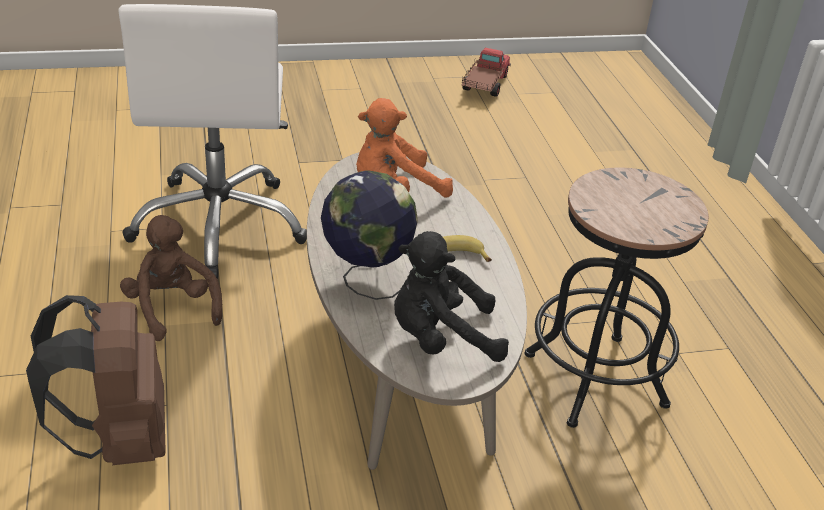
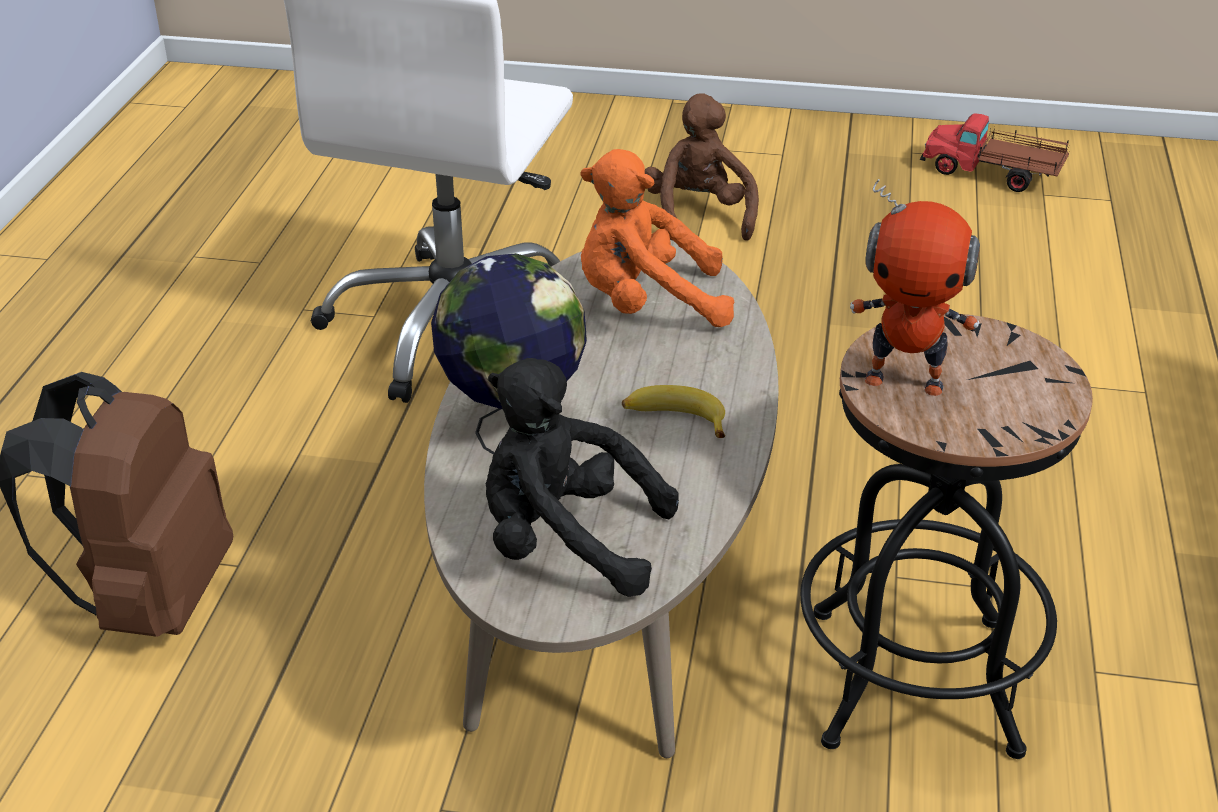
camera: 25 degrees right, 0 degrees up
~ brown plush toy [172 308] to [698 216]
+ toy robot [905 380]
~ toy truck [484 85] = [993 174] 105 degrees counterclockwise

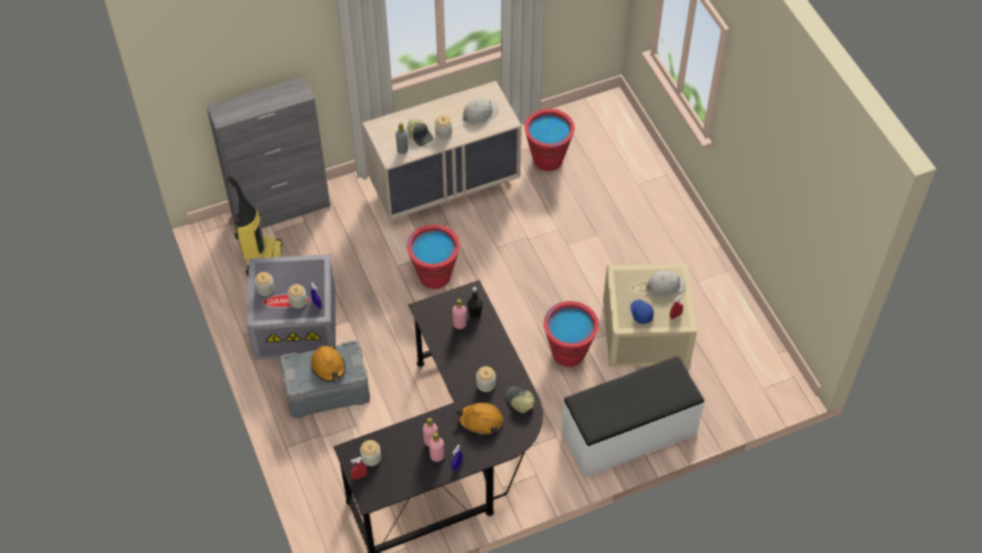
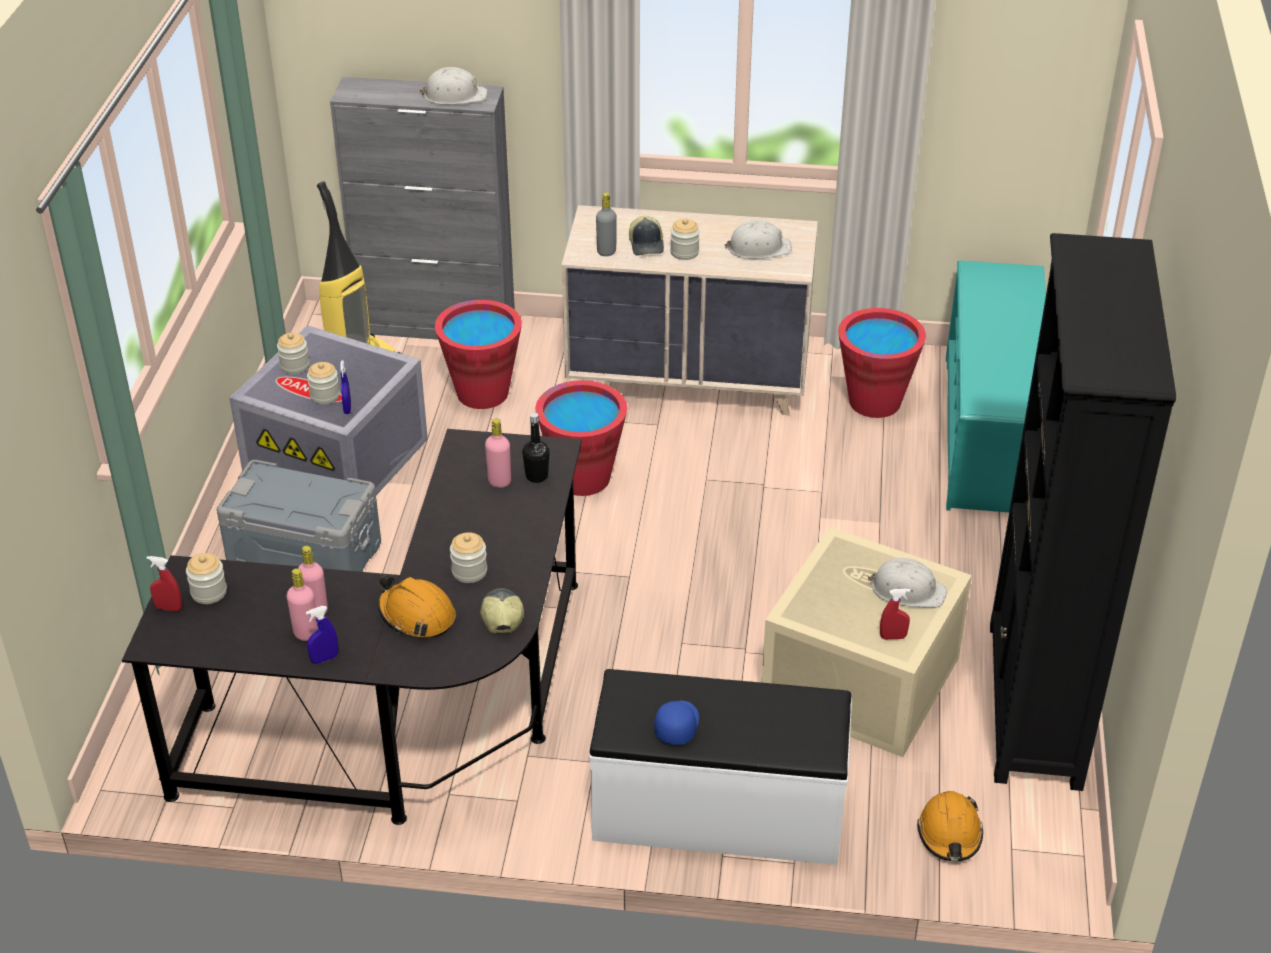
camera: 30 degrees right, 15 degrees down
+ white hard hat [454 95]
~ red bucket [568 353] to [482 393]
~ blue cap [641 313] to [676 725]
~ orange hard hat [328 366] to [950 834]
+ turquoise shoe rack [989 433]
+ black bookcase [1034 705]

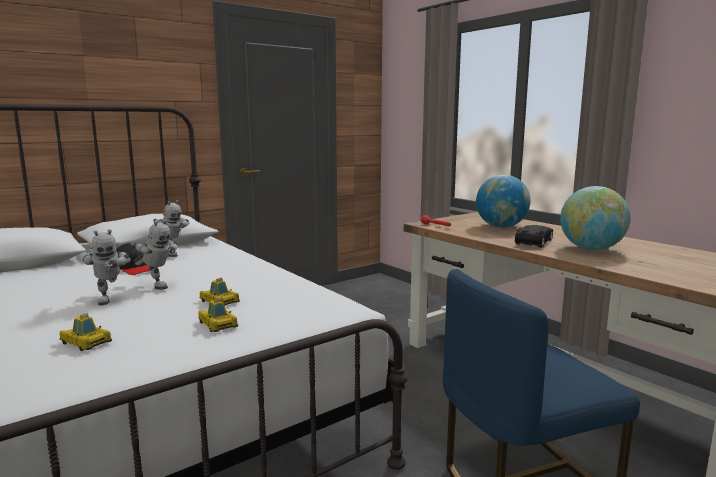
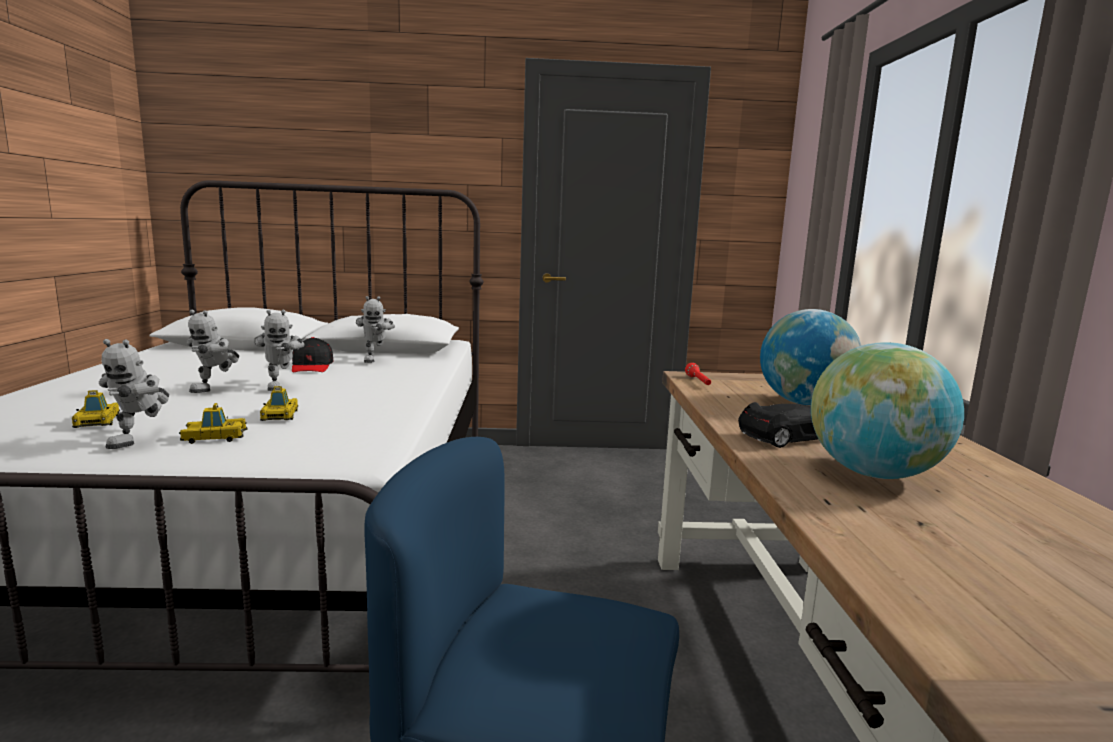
camera: 35 degrees right, 0 degrees up
+ toy robot [142 441]
~ toy car [218 324] = [214 437] 105 degrees counterclockwise

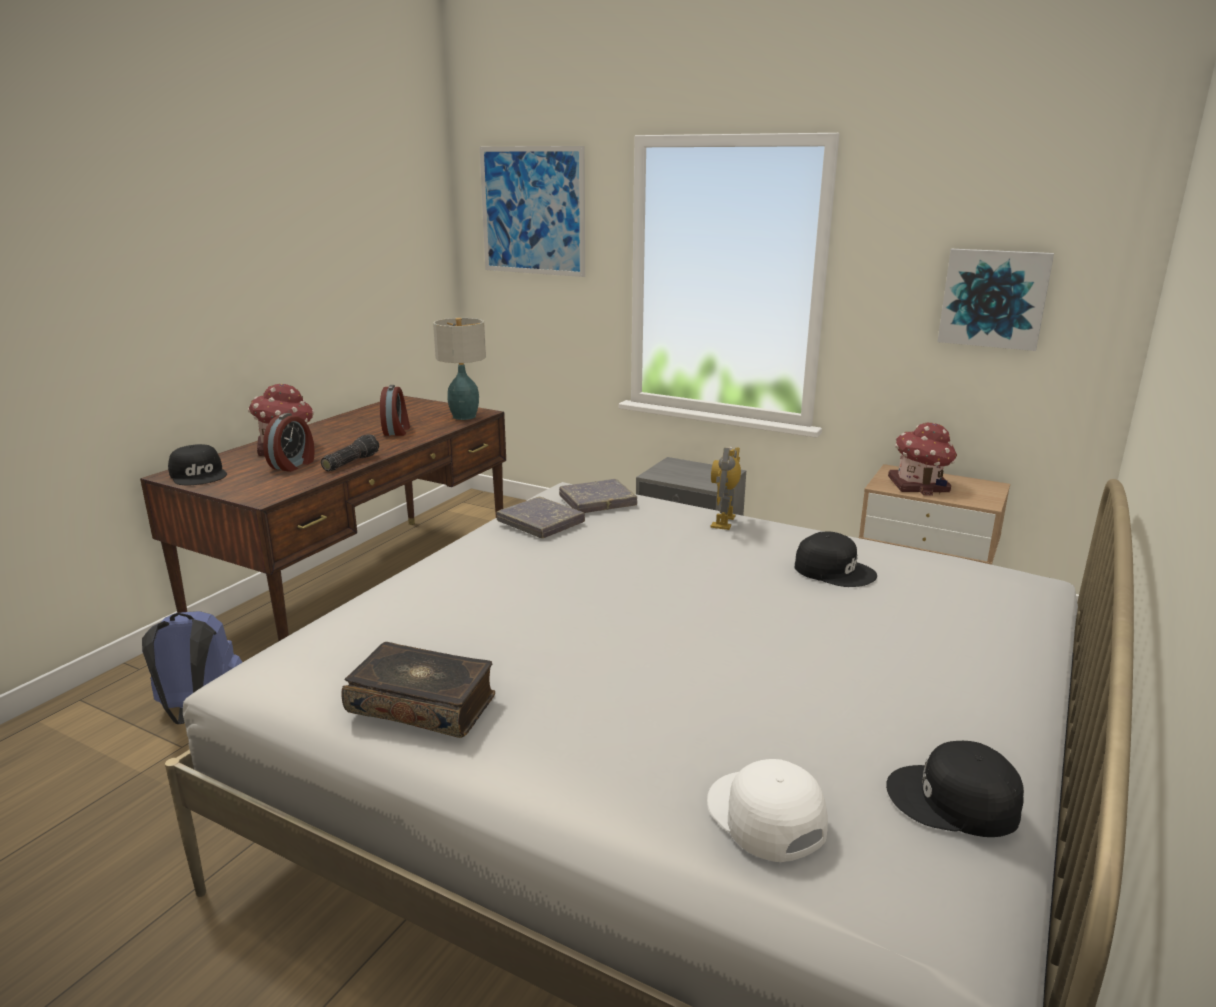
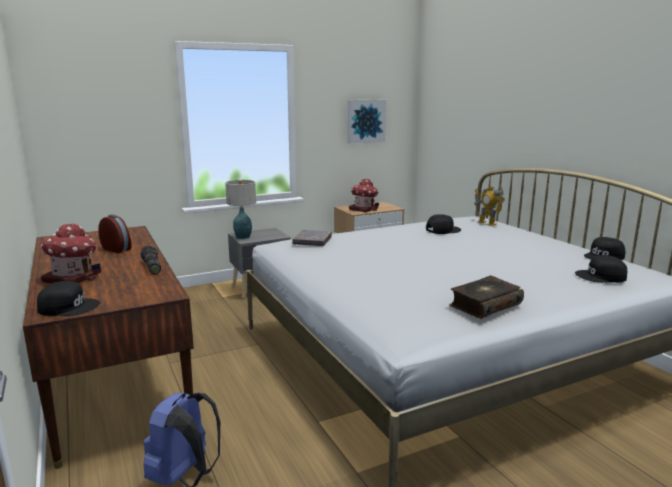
camera: 55 degrees left, 5 degrees down
~ table lamp [463 416] to [242 237]
~ toy robot [724 522] to [486 223]
~ white cap [764 817] to black cap [601 276]
- alarm clock [293 465]
- picture [532 211]
- grey book [540 523]

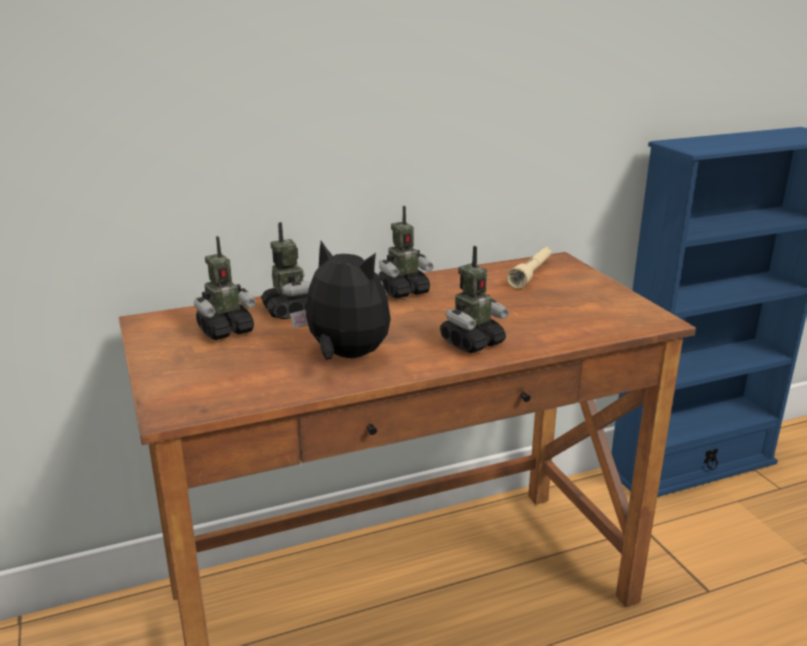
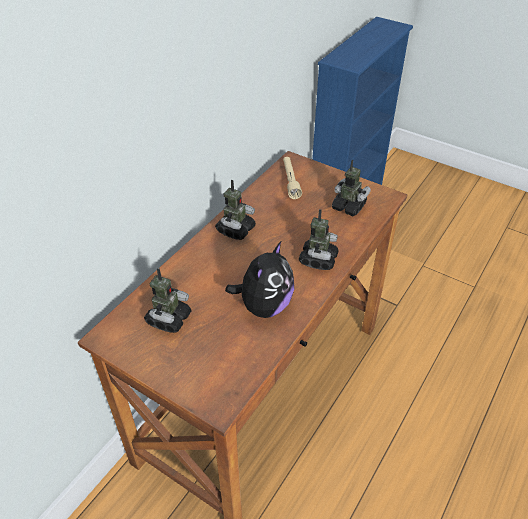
camera: 35 degrees left, 20 degrees up
~ plush toy [345 356] = [264 306] 120 degrees clockwise
~ toy robot [290 311] to [348 207]

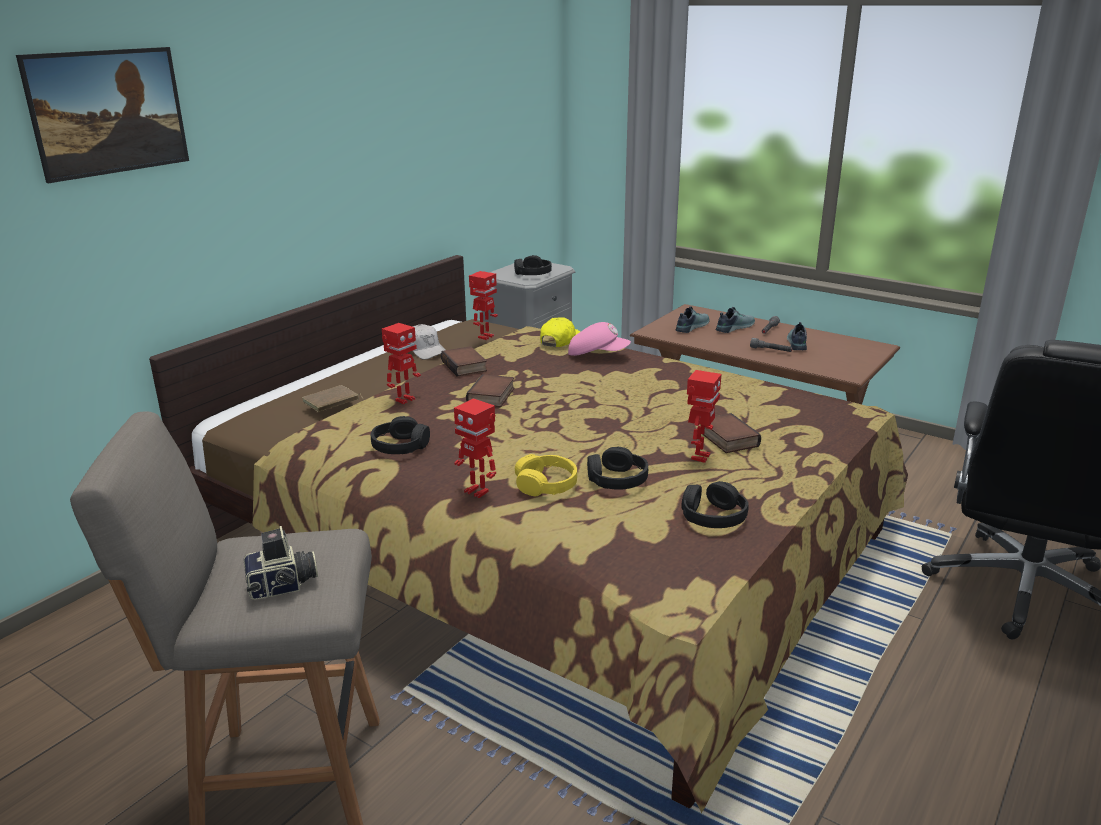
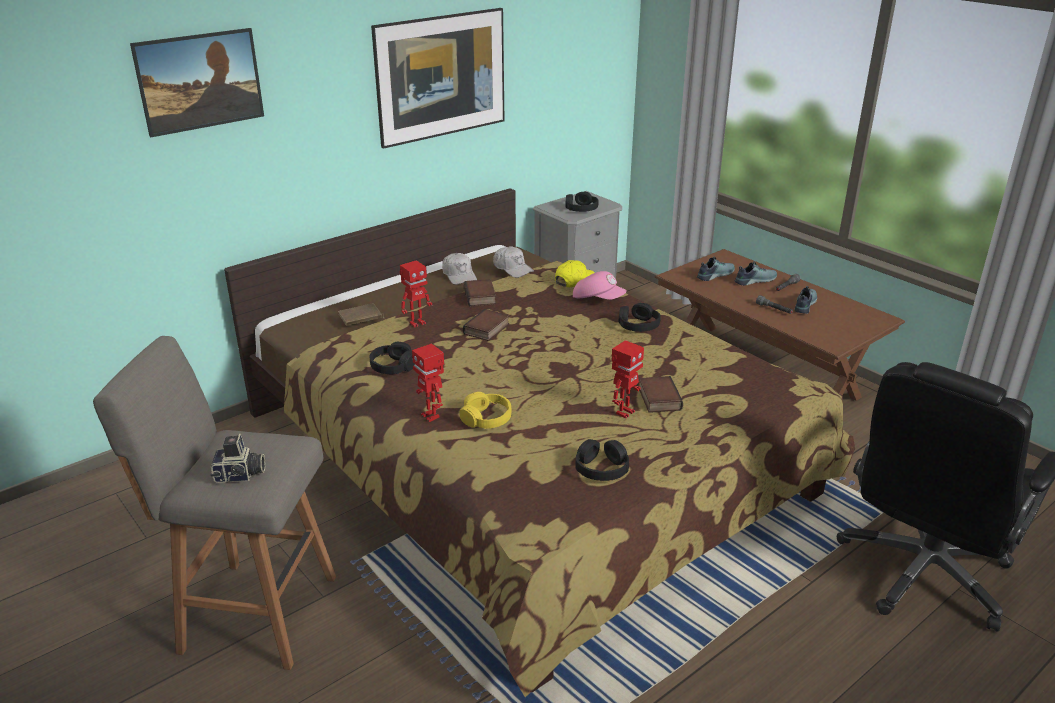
camera: 15 degrees right, 5 degrees up
+ picture [443 105]
~ toy robot [485 337] to white cap [513 268]
~ black headphones [616 480] to [638 325]

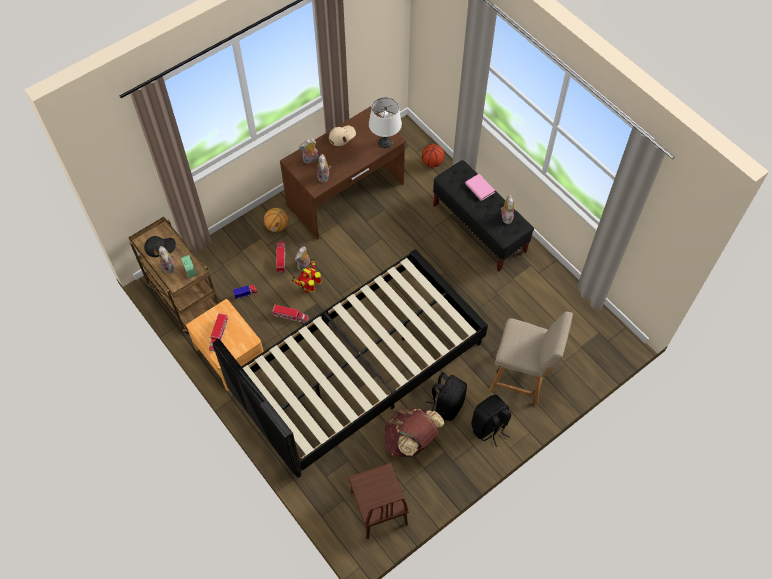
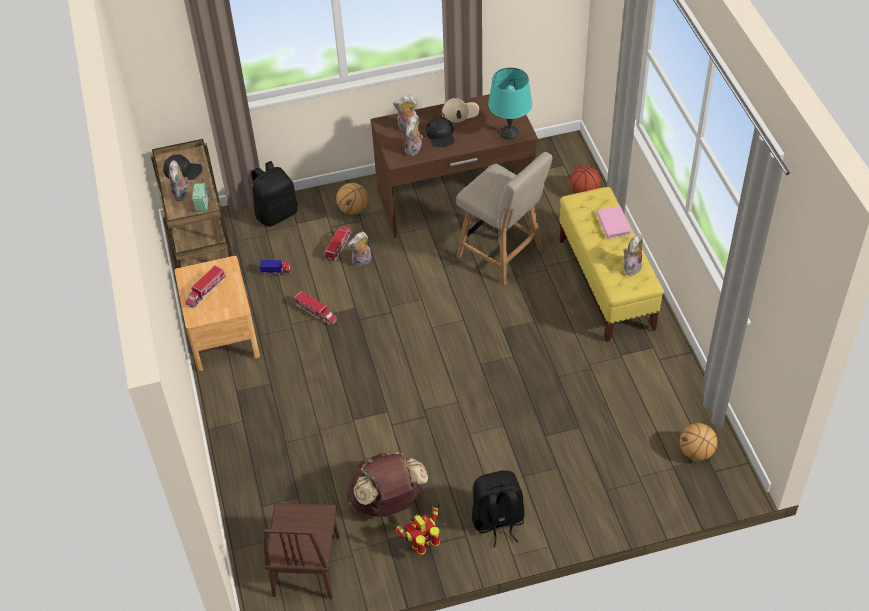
camera: 25 degrees right, 10 degrees down
~ black backpack [447 405] to [276 214]
~ toy robot [309 288] to [422 546]
+ black cap [440 135]
~ beige chair [522 377] to [503 254]
~ white table lamp [385 142] to turquoise table lamp [509 132]
~ black bench [479 228] to yellow bench [606 284]
+ basketball [696 452]
- black bed [359 369]

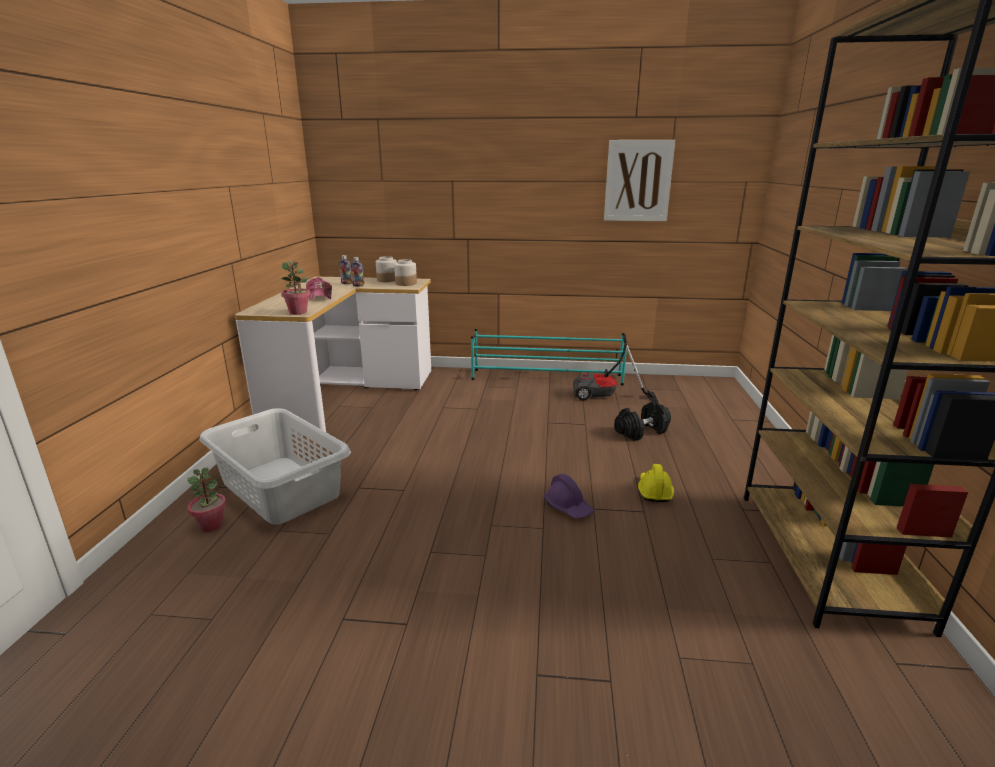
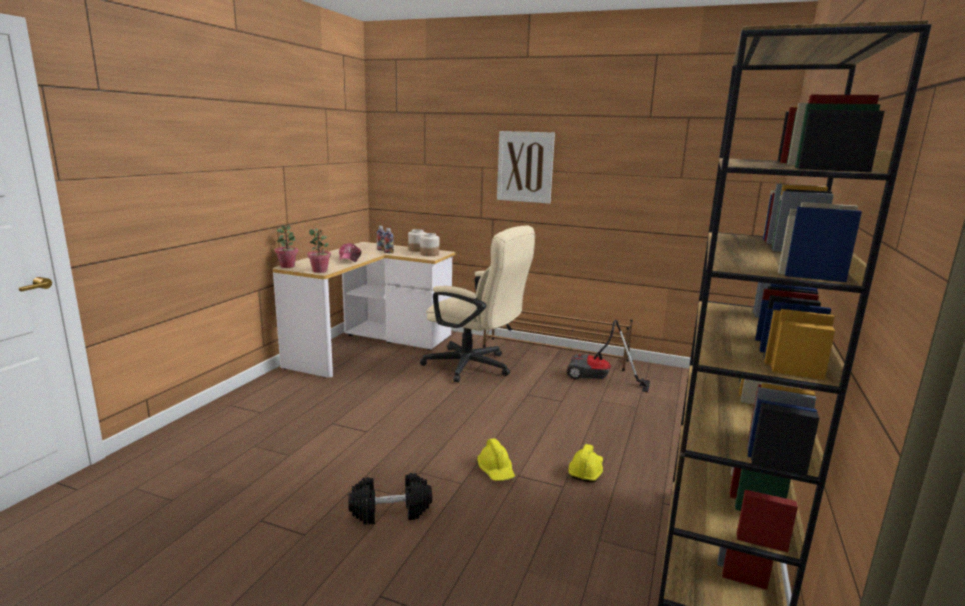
camera: 15 degrees right, 5 degrees down
~ potted plant [212 525] to [287 266]
~ black dumbbell [641 431] to [391 511]
+ beige office chair [475 367]
~ purple hard hat [568 507] to yellow hard hat [496 470]
~ turquoise shoe rack [547 377] to brown shoe rack [554 354]
~ picture [638 181] to [525 167]
- grey laundry basket [281 488]

